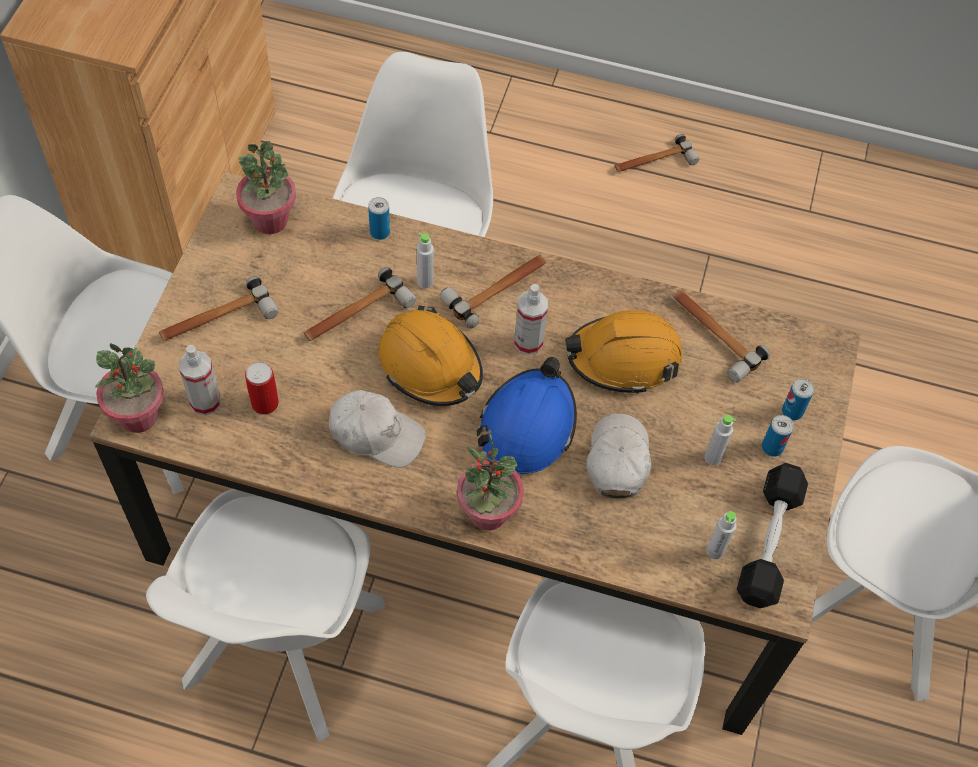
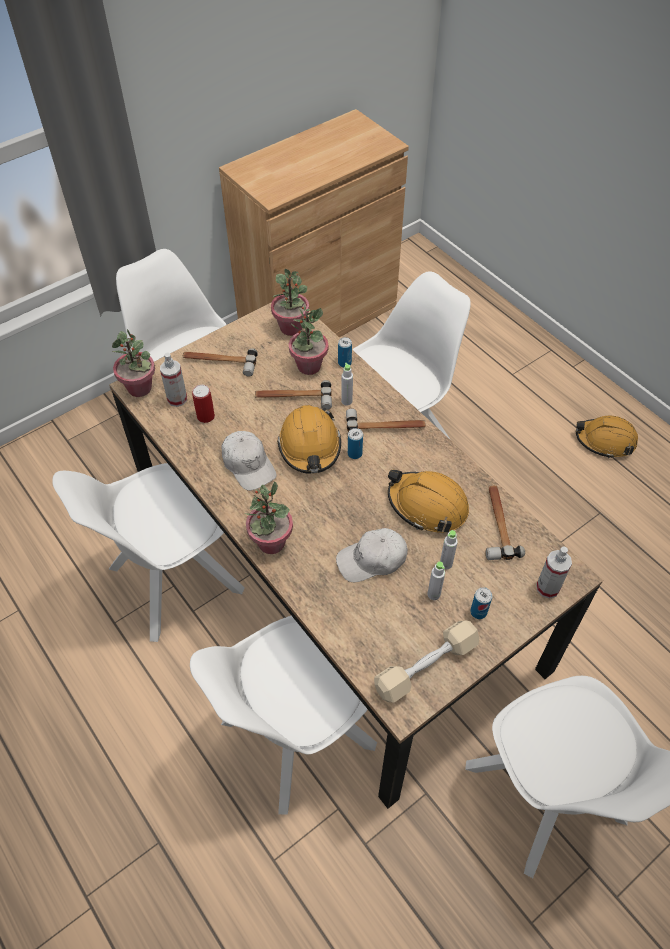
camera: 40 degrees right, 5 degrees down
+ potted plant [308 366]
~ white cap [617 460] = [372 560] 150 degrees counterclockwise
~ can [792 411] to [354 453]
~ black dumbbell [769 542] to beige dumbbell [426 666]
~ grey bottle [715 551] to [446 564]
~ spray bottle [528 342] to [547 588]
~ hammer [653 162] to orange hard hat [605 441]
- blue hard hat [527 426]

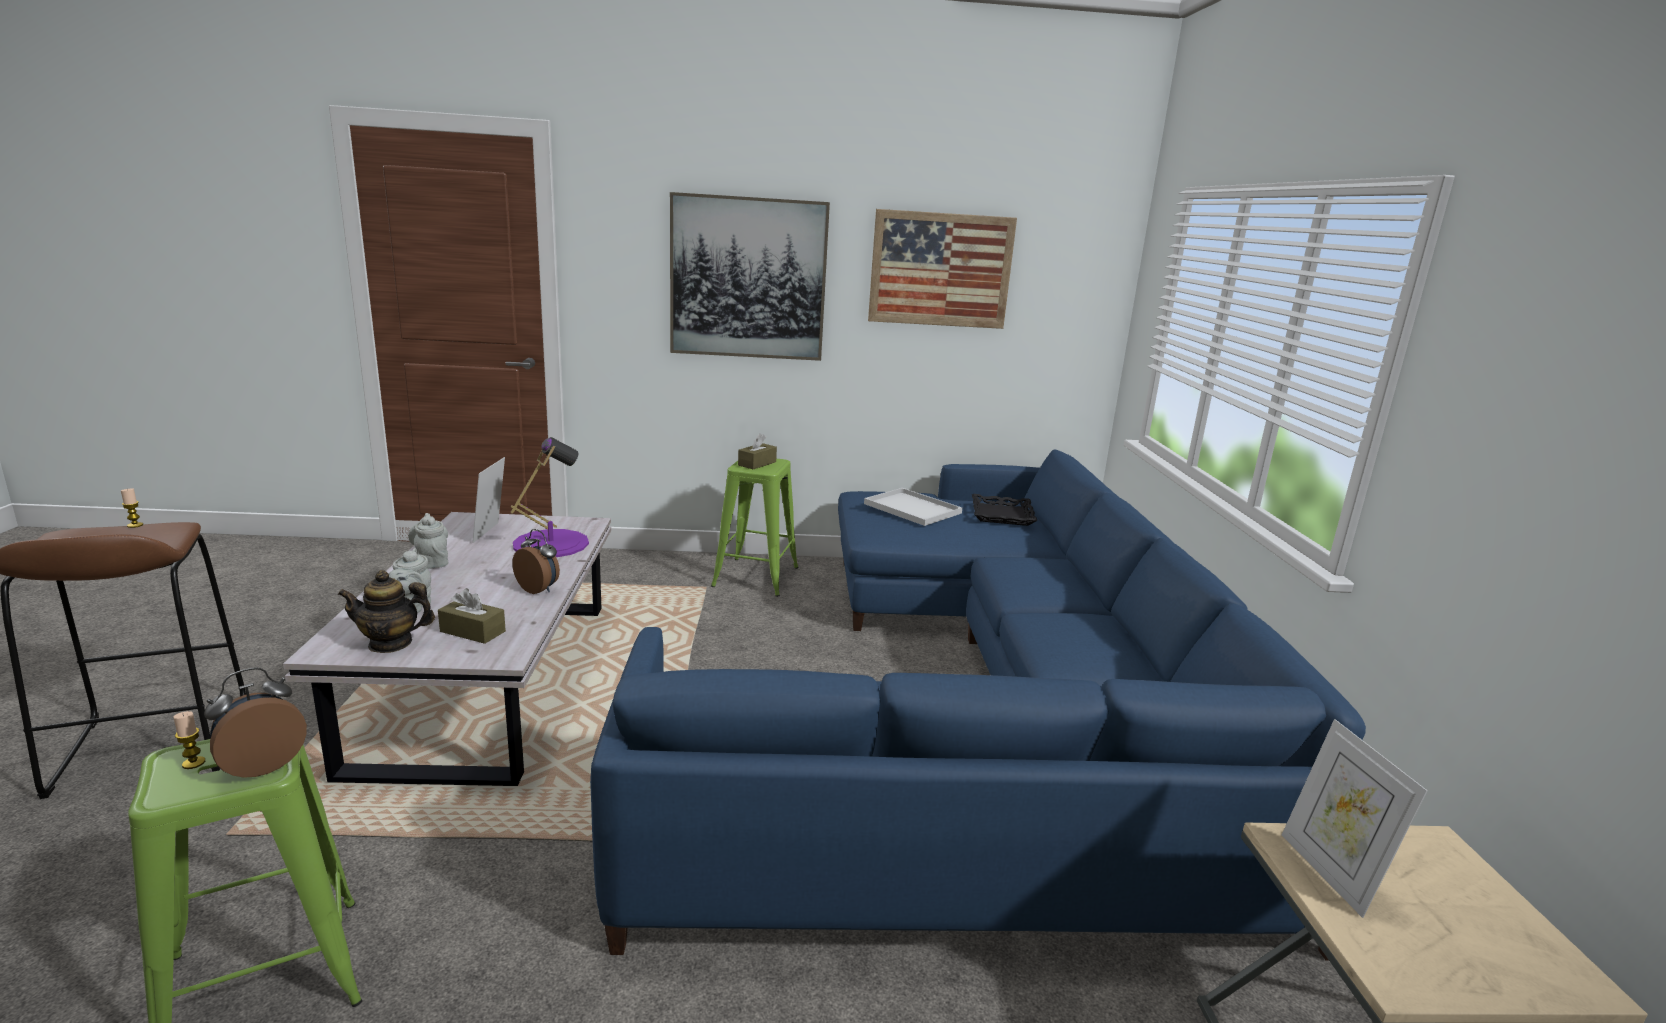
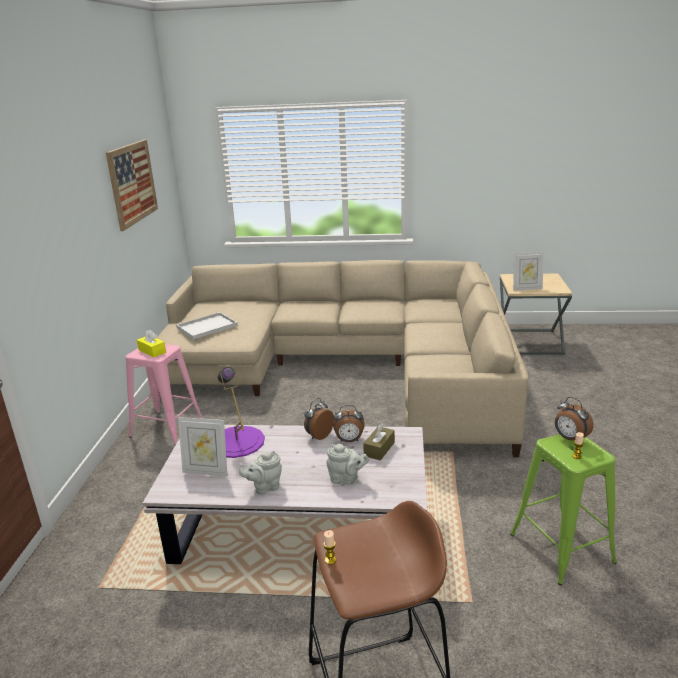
camera: 80 degrees left, 5 degrees up
~ green stool [755 577] to pink stool [167 428]
~ brown tissue box [757 463] to yellow tissue box [152 351]
~ blue sofa [987 712] to beige sofa [348 367]
+ alarm clock [349 440]
- teapot [390 643]
- picture [748 278]
- black tray [1003 515]

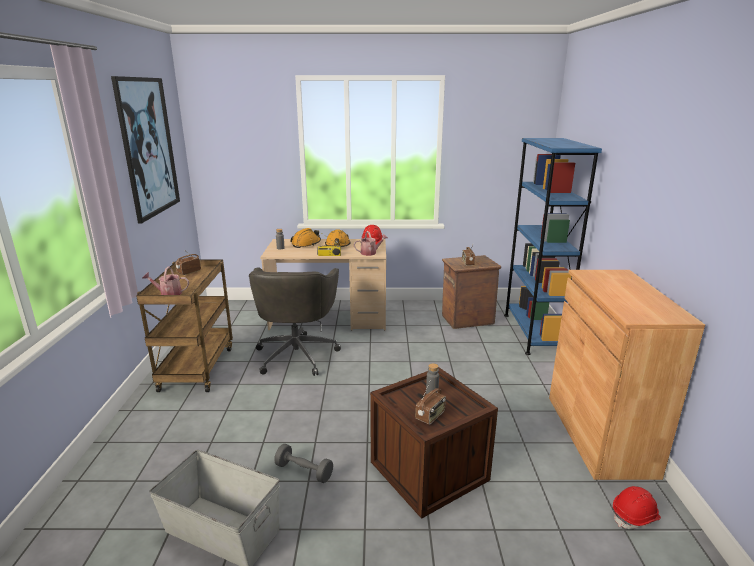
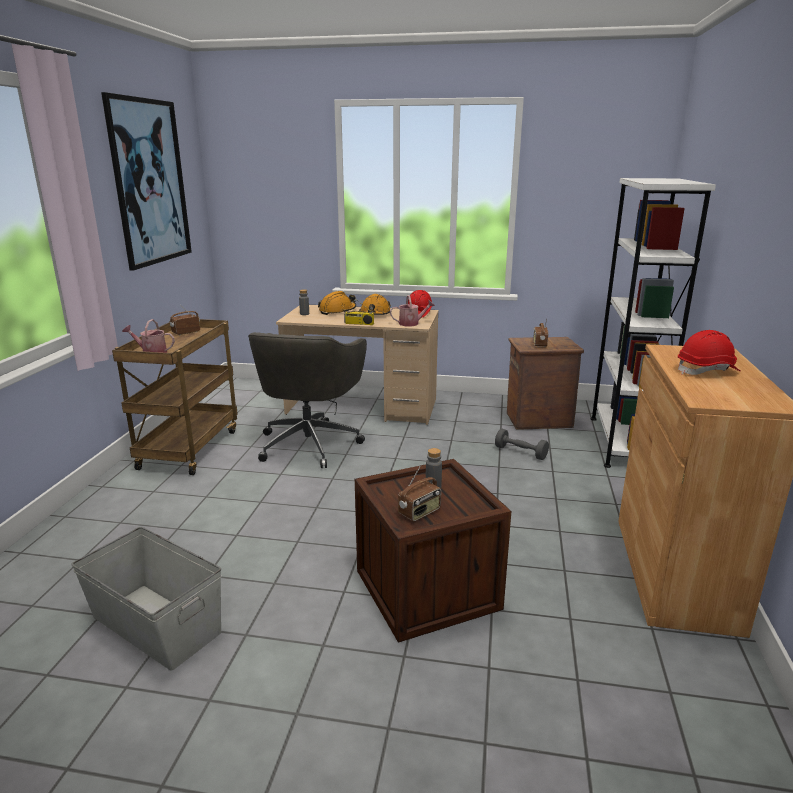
camera: 10 degrees right, 0 degrees up
~ grey dumbbell [304 471] to [520 452]
~ blue bookcase [533 333] to white bookcase [623 442]
~ red hard hat [635 516] to [707 371]

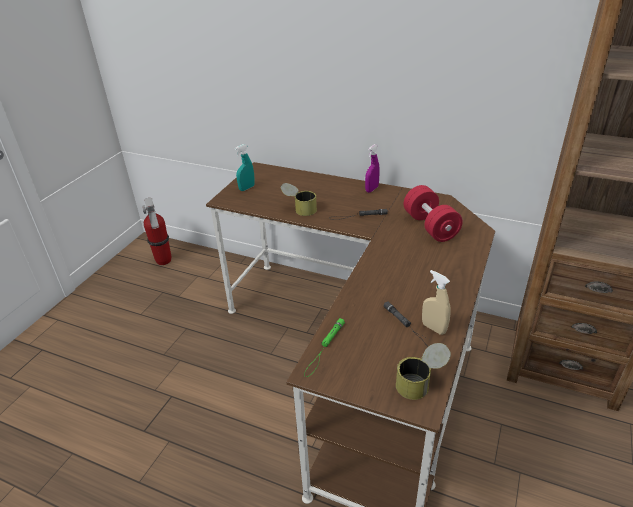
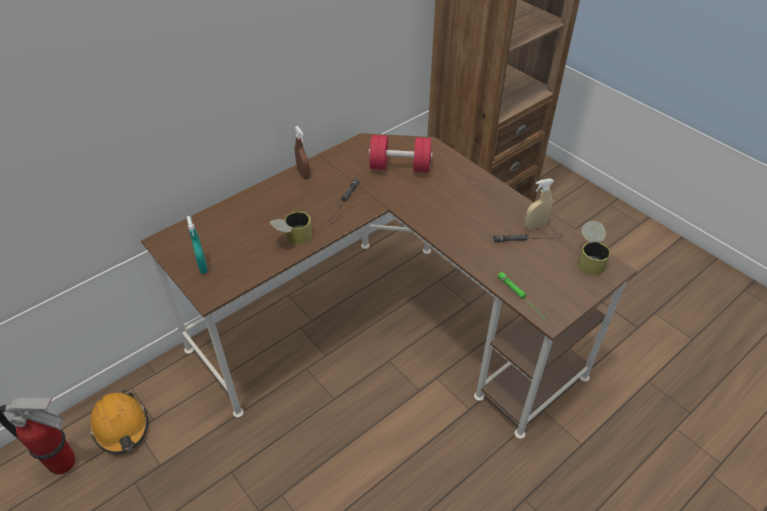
camera: 65 degrees left, 10 degrees up
+ orange hard hat [121 426]
~ purple spray bottle [372 189] to brown spray bottle [303 174]

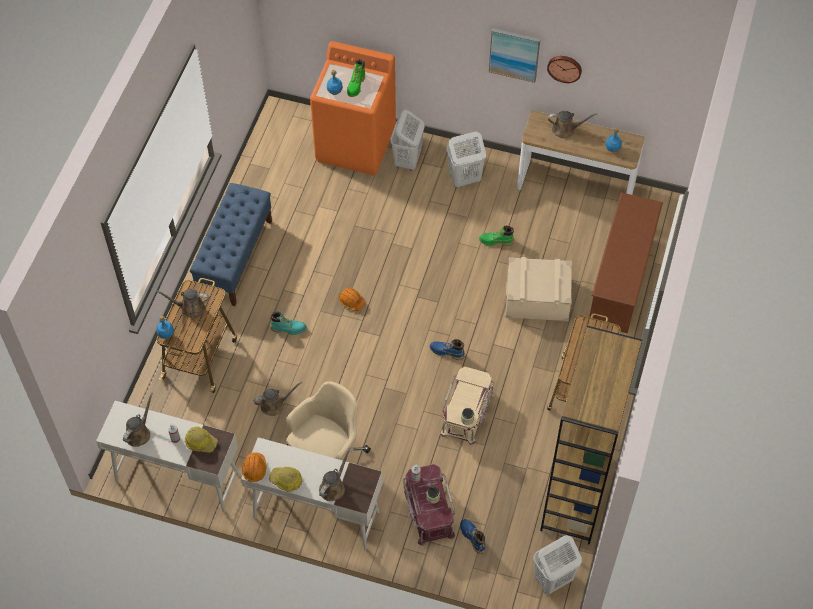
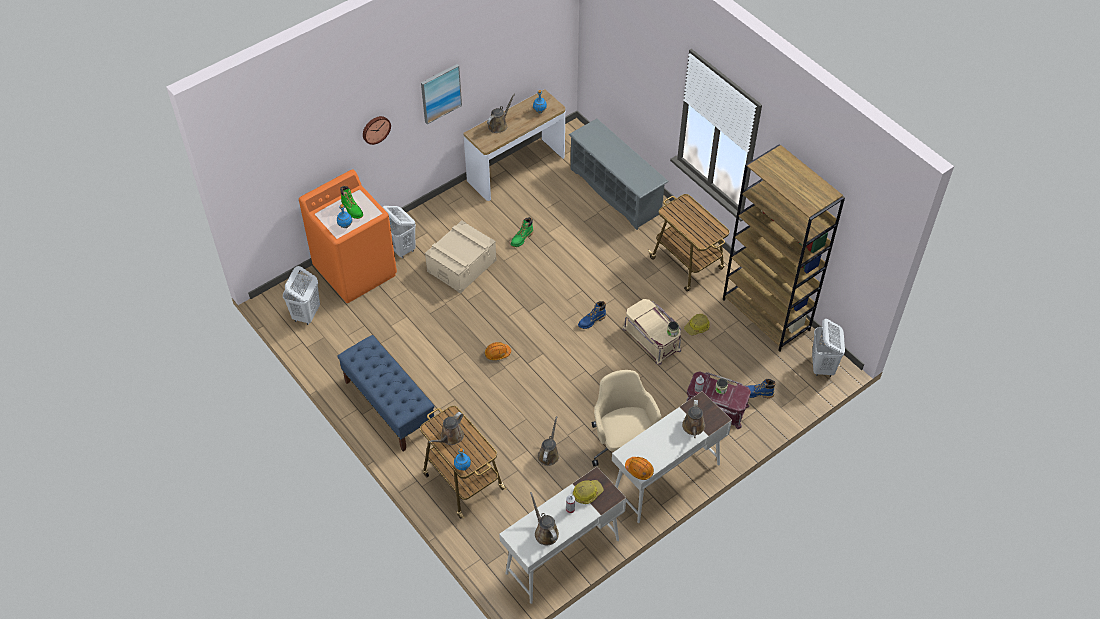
camera: 55 degrees left, 5 degrees down
~ white laundry basket [464 179] to [306 314]
~ wall clock [564 68] to [375 129]
~ beige storage box [537 298] to [461 265]
~ brown shoe rack [620 280] to grey shoe rack [616 191]
~ brown watering can [333 487] = [693 428] 150 degrees counterclockwise
~ hard hat [286 480] to [697 327]
- turquoise boot [288 328]

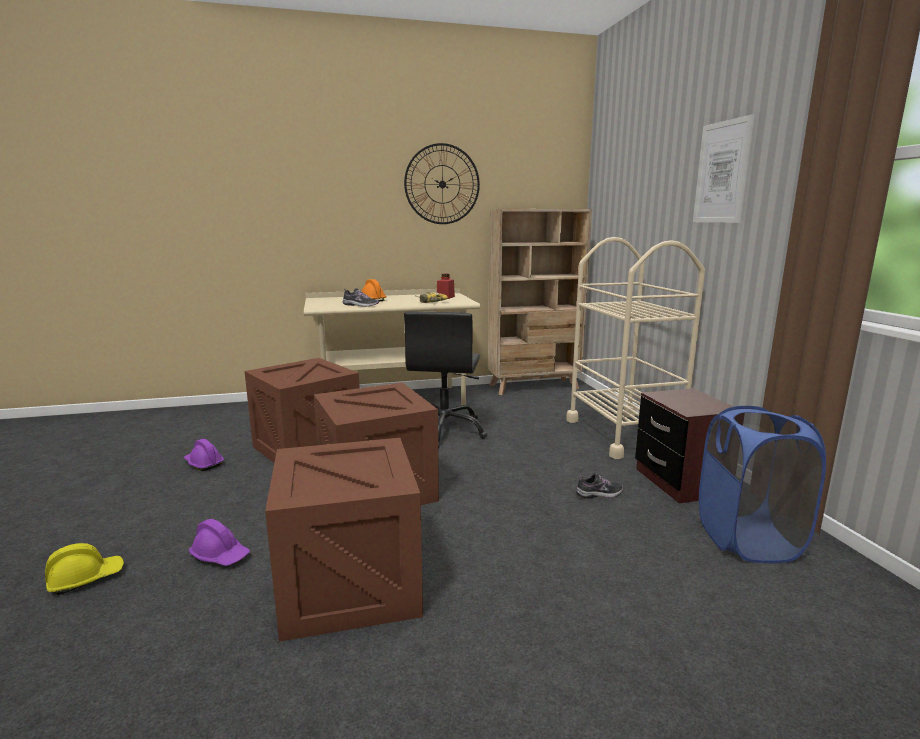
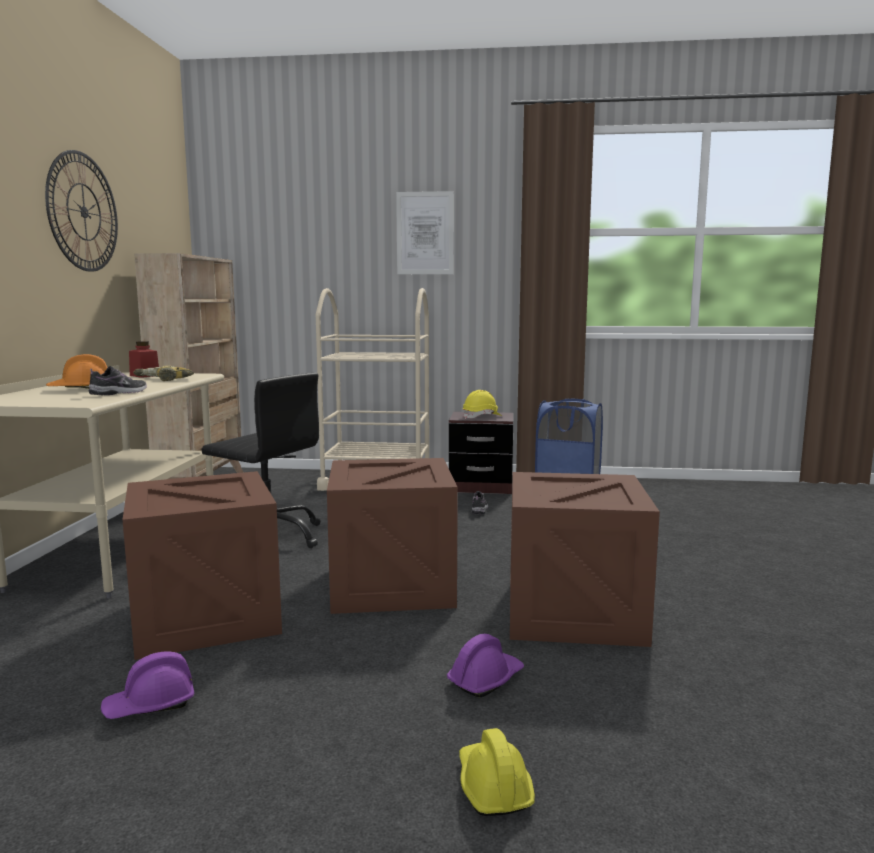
camera: 70 degrees left, 5 degrees down
+ yellow hard hat [482 417]

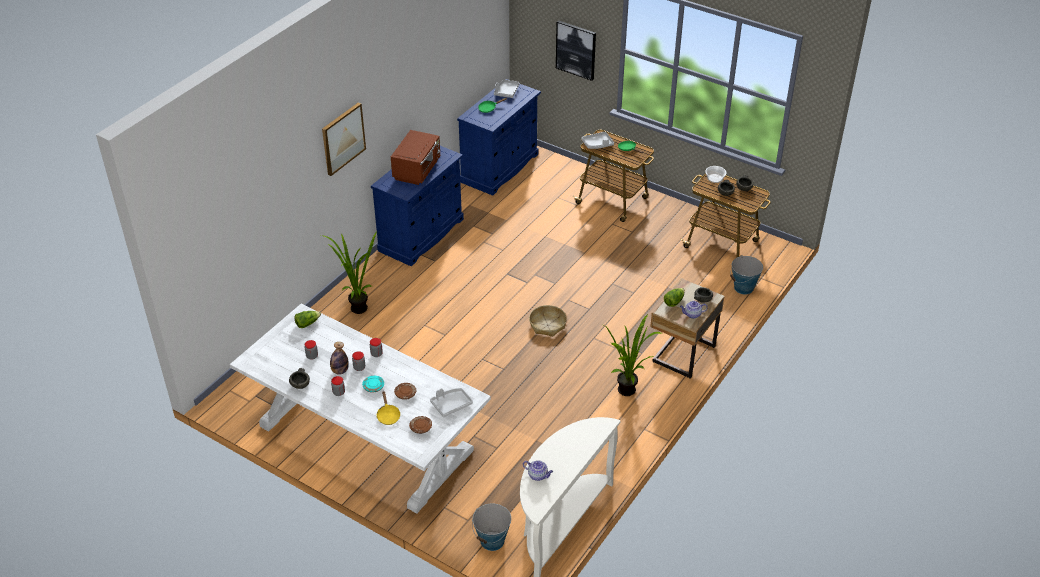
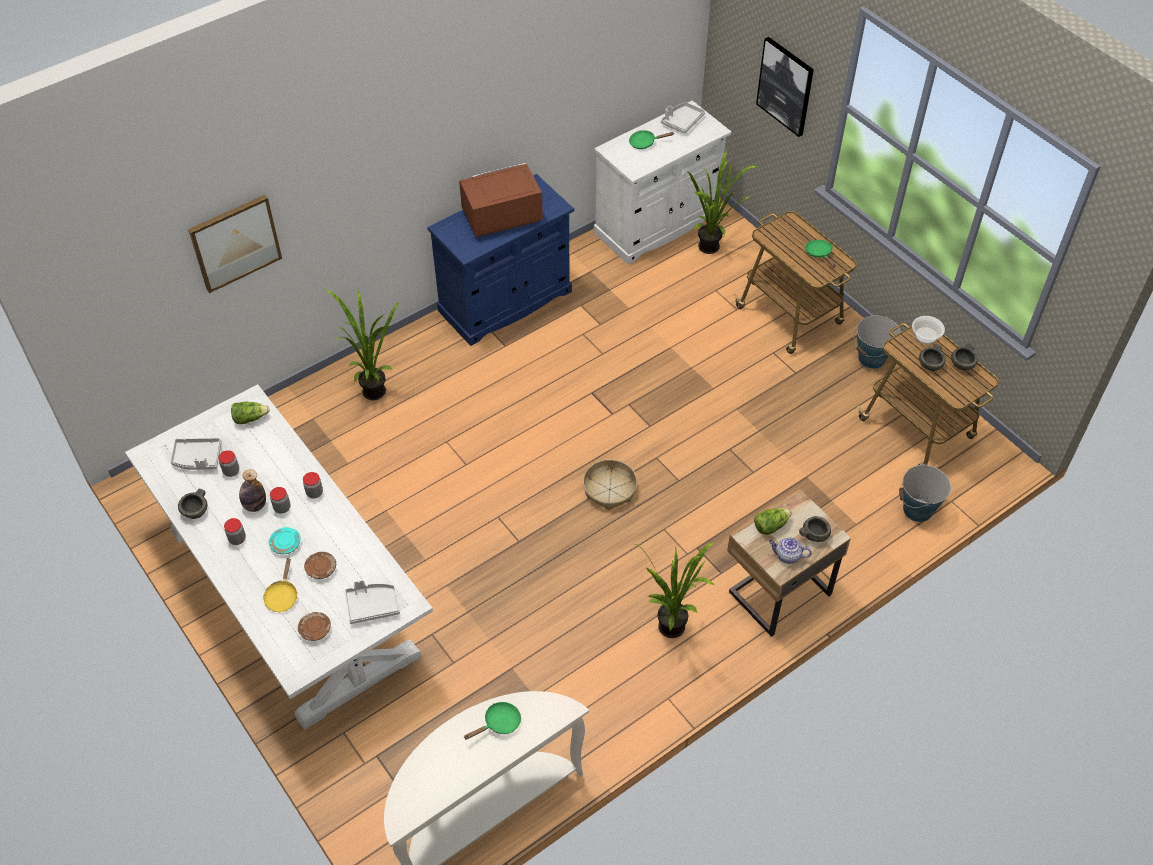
camera: 20 degrees right, 10 degrees up
~ grey tray [597 144] to [197 458]
~ picture [343 138] to [235 242]
~ brown microwave [417 170] = [501 218] 150 degrees counterclockwise
+ green frying pan [499 723]
~ blue cabinet [500 168] to white cabinet [657 224]
+ potted plant [712 250]
~ bucket [492 541] to [871 358]
- teapot [538 475]

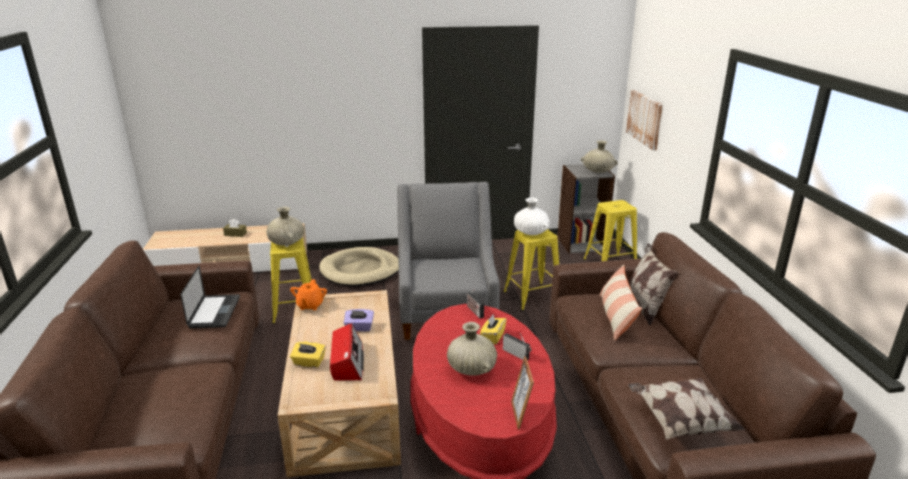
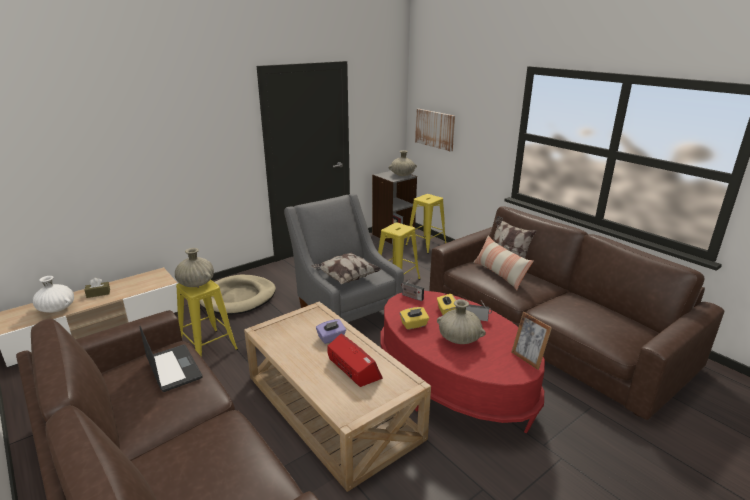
camera: 30 degrees left, 0 degrees up
~ white vase [530 233] to [57 309]
~ pillow [680 421] to [346 278]
~ yellow tissue box [309 362] to [414 325]
- orange teapot [310 306]

